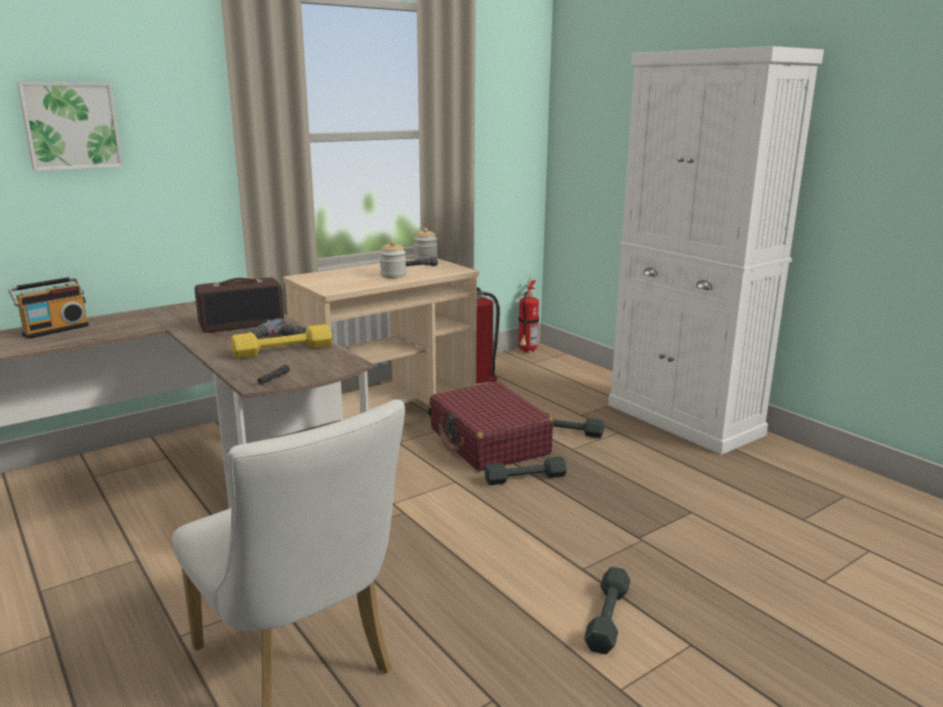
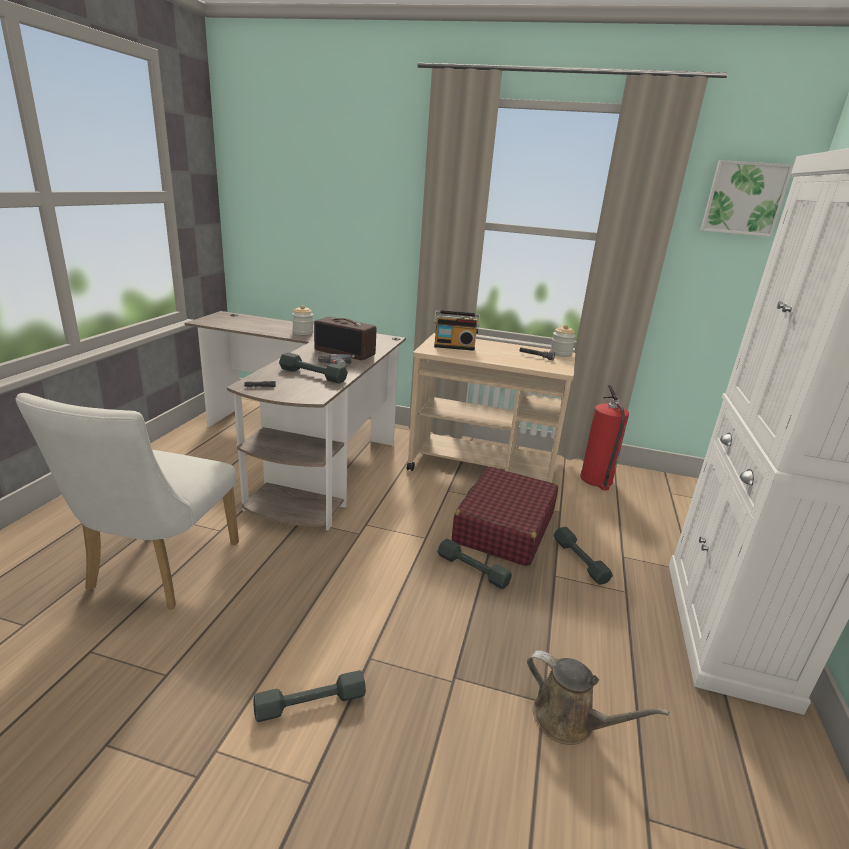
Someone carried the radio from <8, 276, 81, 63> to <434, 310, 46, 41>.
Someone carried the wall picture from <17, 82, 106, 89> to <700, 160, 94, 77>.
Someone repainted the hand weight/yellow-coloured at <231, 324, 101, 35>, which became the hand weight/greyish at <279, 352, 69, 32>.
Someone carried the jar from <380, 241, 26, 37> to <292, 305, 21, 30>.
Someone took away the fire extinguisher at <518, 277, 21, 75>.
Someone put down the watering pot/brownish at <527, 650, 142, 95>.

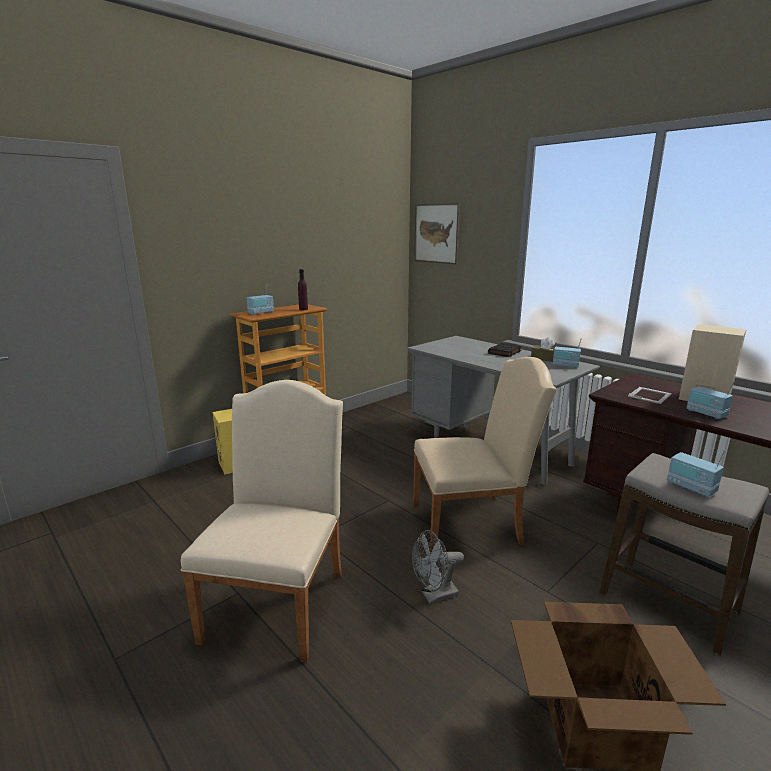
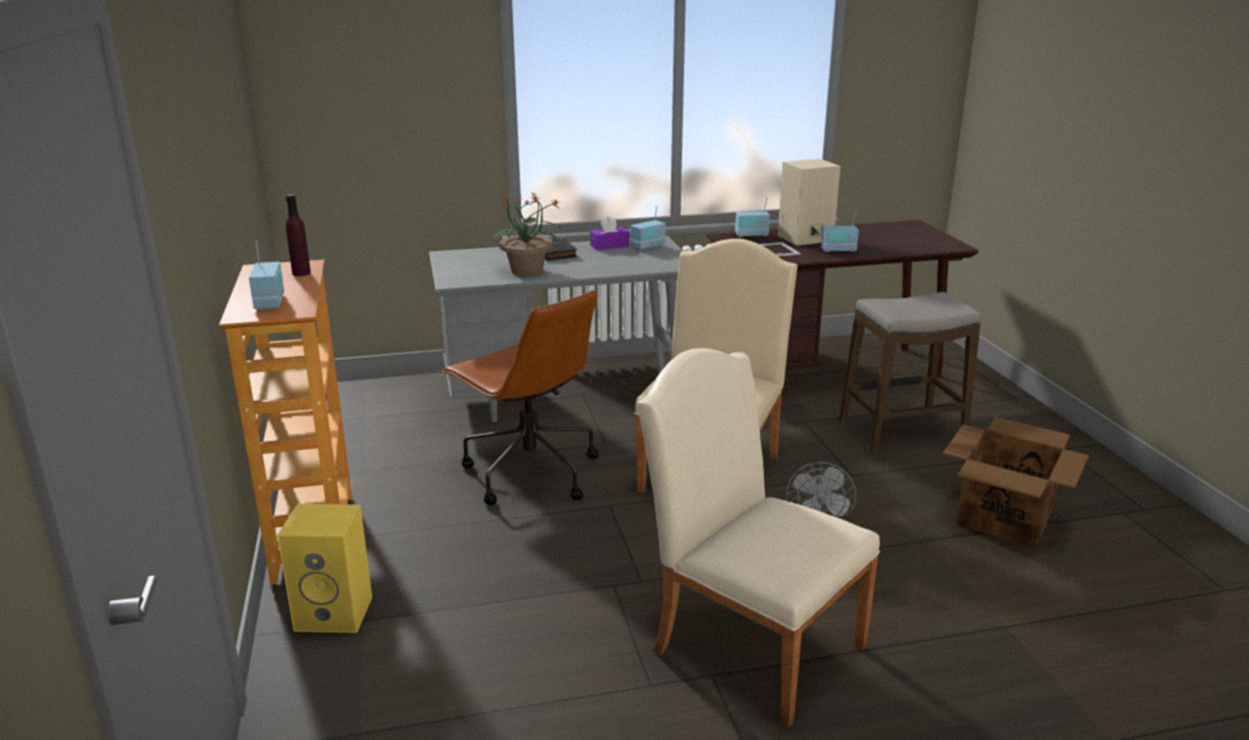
Someone took away the wall picture at <414, 203, 46, 62>.
Someone repainted the tissue holder/brownish at <531, 338, 24, 24>, which became the tissue holder/purple-coloured at <590, 216, 39, 34>.
Someone carried the radio from <667, 450, 59, 47> to <735, 198, 35, 39>.
Someone put down the desk chair/brownish at <442, 290, 157, 215>.
Someone put down the houseplant at <493, 192, 68, 84>.

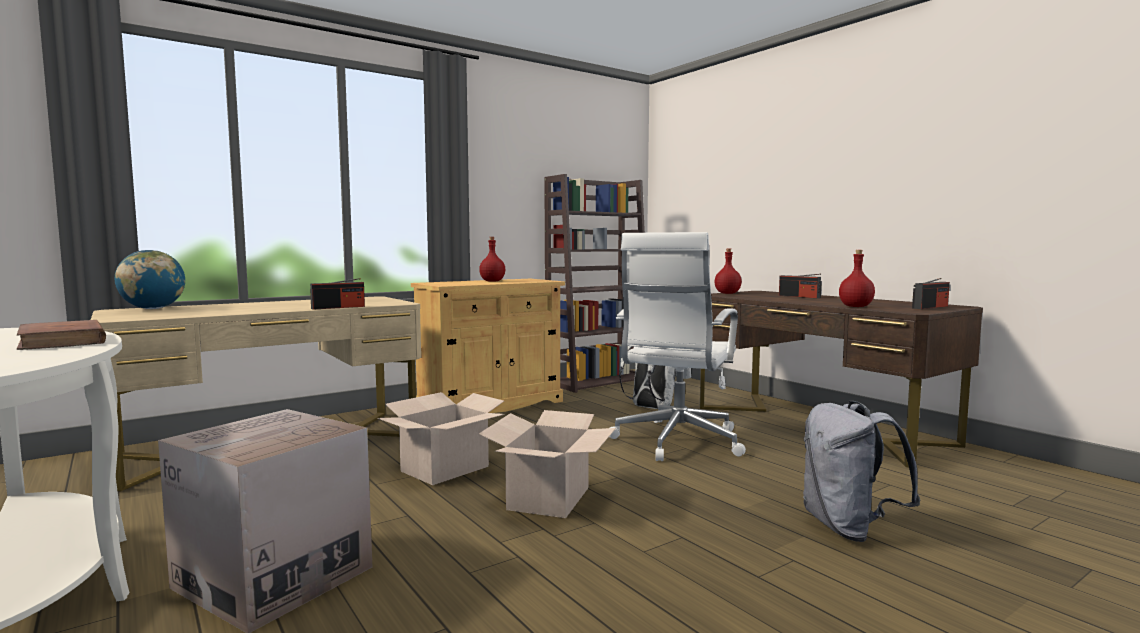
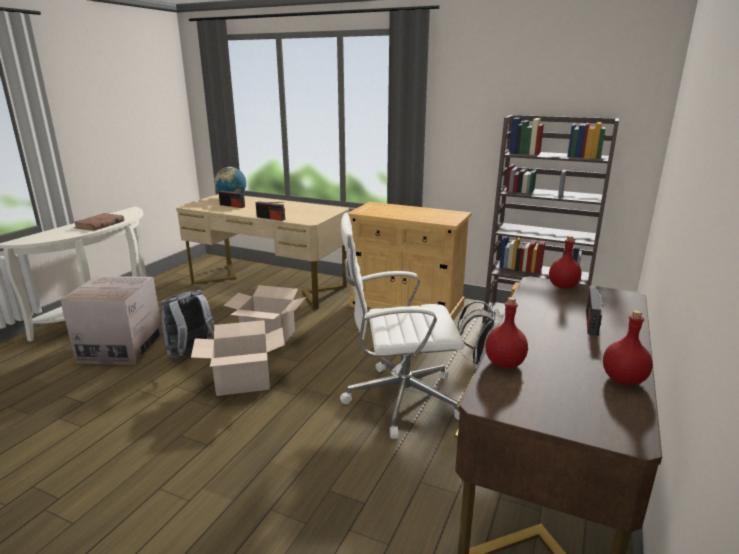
Someone carried the bottle/red-coloured from <479, 237, 26, 45> to <603, 310, 50, 75>.
Someone carried the knapsack/greyish from <803, 401, 118, 141> to <159, 290, 56, 69>.
Someone carried the radio from <912, 278, 38, 31> to <218, 190, 27, 18>.

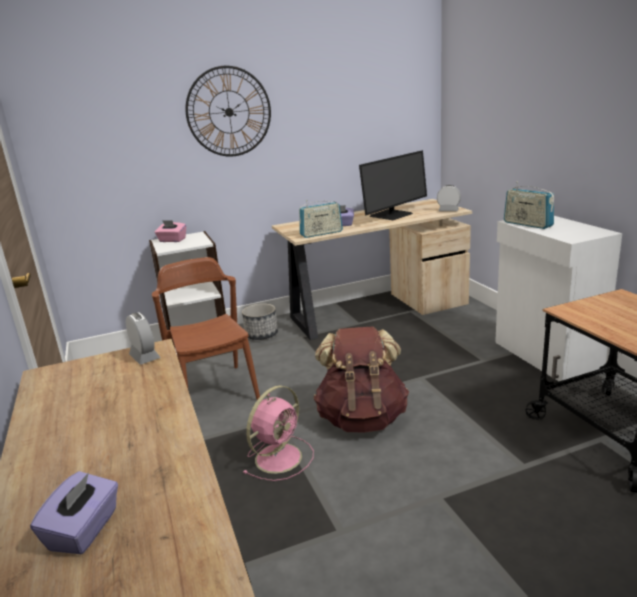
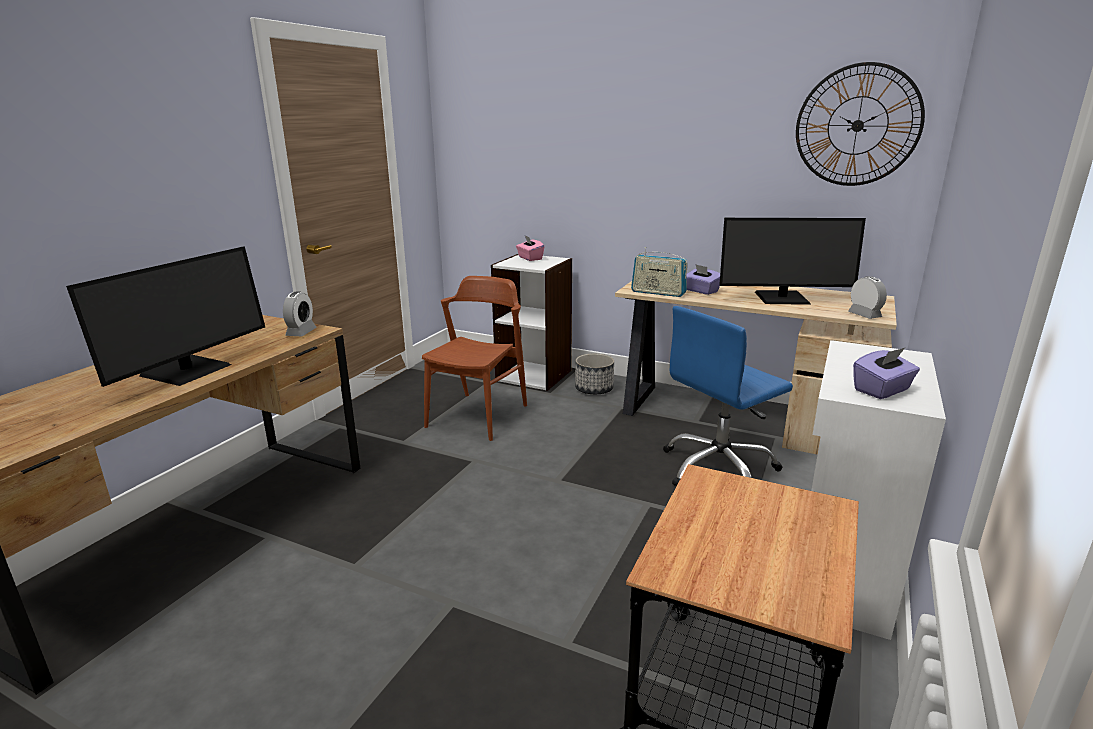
Someone carried the tissue holder/purple-coloured from <30, 471, 88, 83> to <853, 348, 67, 51>.
Someone carried the wall clock from <185, 66, 86, 91> to <796, 62, 129, 124>.
Someone took away the electric fan/pink-coloured at <243, 385, 71, 96>.
Someone took away the knapsack/brownish at <314, 326, 95, 106>.
Someone took away the radio at <504, 182, 50, 47>.
Someone put down the computer display at <66, 246, 199, 141>.
Someone put down the desk chair/blue-coloured at <663, 306, 130, 180>.

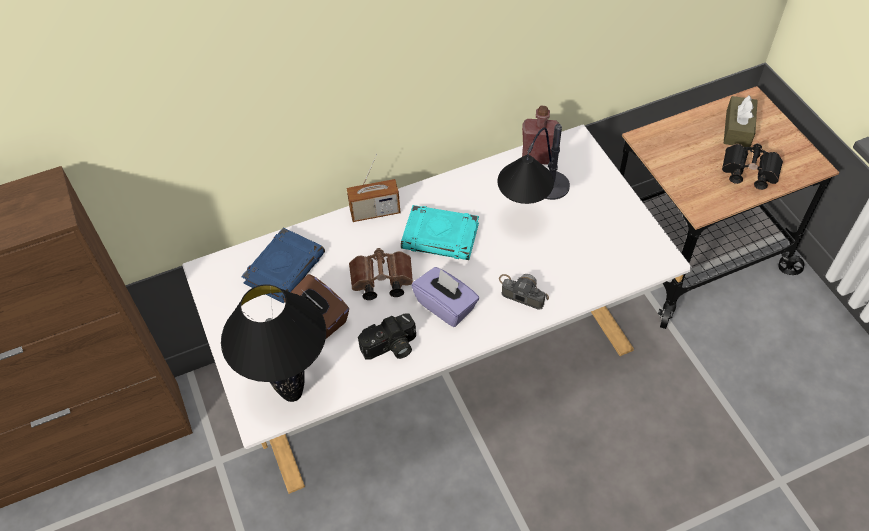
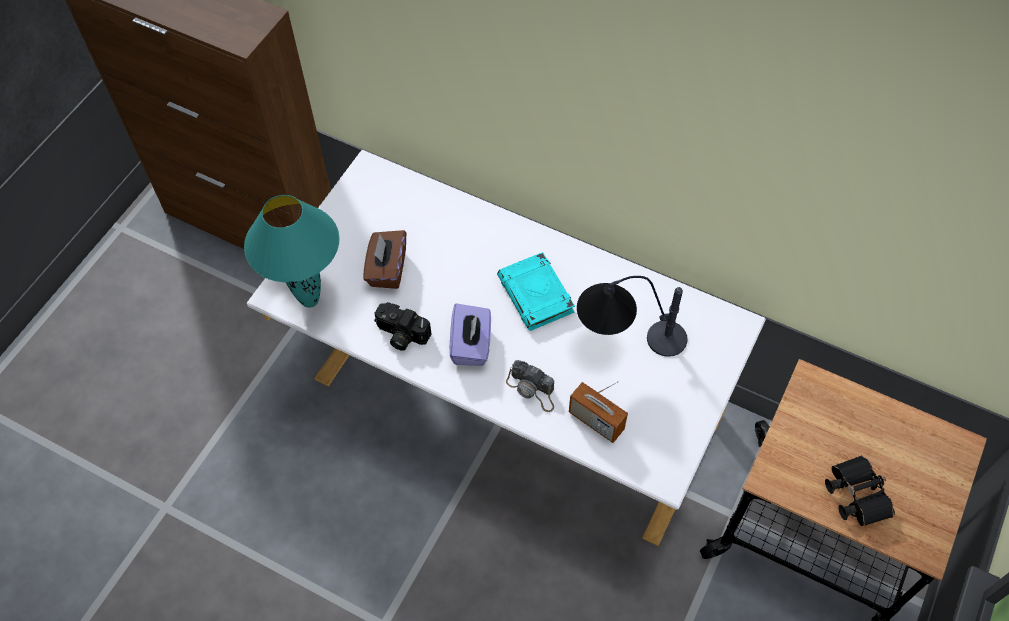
Someone repainted the table lamp/black at <221, 284, 105, 118>, which became the table lamp/turquoise at <244, 195, 95, 113>.
Someone took away the bound book/blue-coloured at <241, 228, 84, 75>.
Someone carried the radio from <346, 154, 55, 68> to <569, 381, 59, 62>.
Someone took away the pair of binoculars/brownish at <349, 248, 64, 52>.
Someone rotated the photo camera at <499, 274, 50, 36> by 135 degrees clockwise.
Someone took away the bottle/red-coloured at <522, 106, 37, 59>.
Someone took away the tissue holder/brownish at <723, 96, 35, 51>.

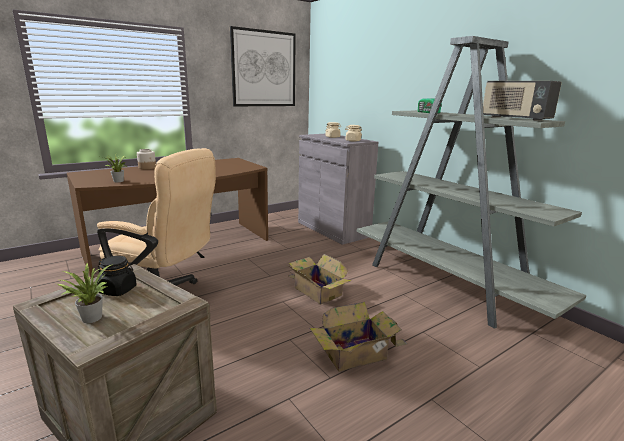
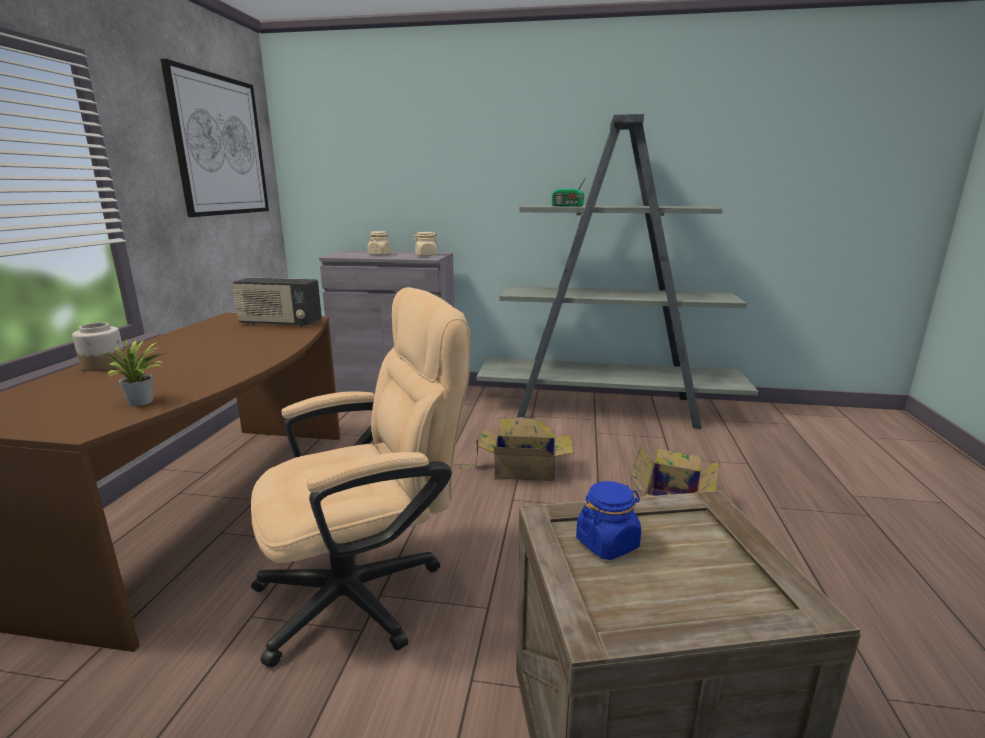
Someone took away the houseplant at <57, 263, 56, 60>.
Someone repainted the jar/black at <97, 256, 40, 40>, which became the jar/blue-coloured at <576, 481, 65, 79>.
Someone carried the radio from <483, 81, 79, 40> to <232, 278, 90, 49>.

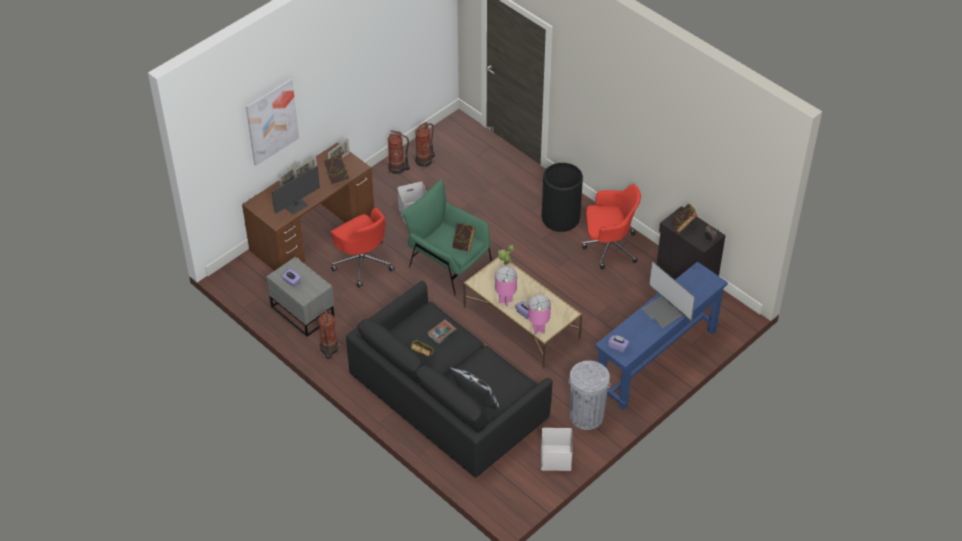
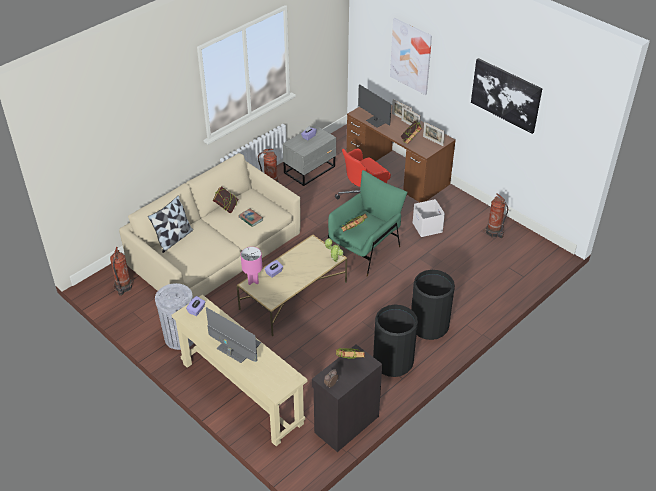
Someone repainted the settee/black at <346, 281, 207, 197>, which became the settee/beige at <119, 153, 181, 145>.
Someone carried the fire extinguisher from <388, 130, 22, 44> to <110, 247, 24, 49>.
Someone took away the table lamp/pink-coloured at <495, 267, 22, 40>.
Someone took away the storage bin/whitish at <541, 428, 32, 43>.
Someone swapped the desk chair/red-coloured at <582, 184, 59, 86> for the rubbish bin/black at <373, 305, 45, 72>.
Someone repainted the narrow table/blue-coloured at <595, 262, 133, 148>, which became the narrow table/beige at <172, 295, 135, 151>.
Someone rotated the computer display at <642, 261, 53, 67> by 75 degrees clockwise.
Someone put up the wall picture at <471, 58, 71, 76>.

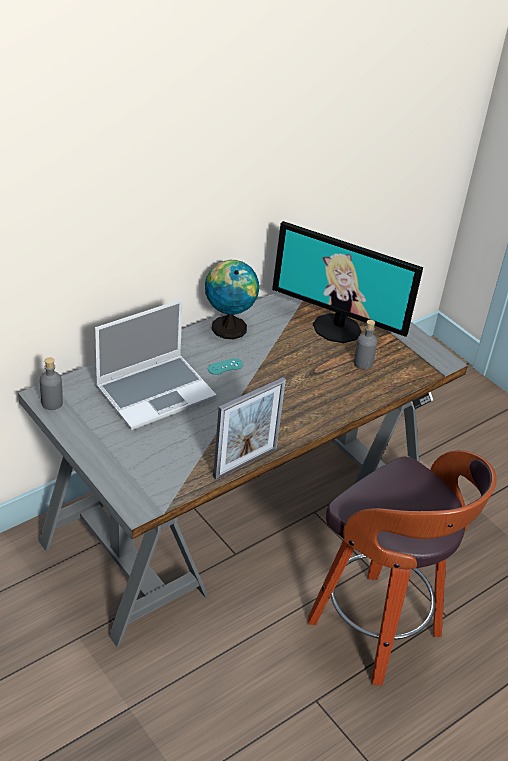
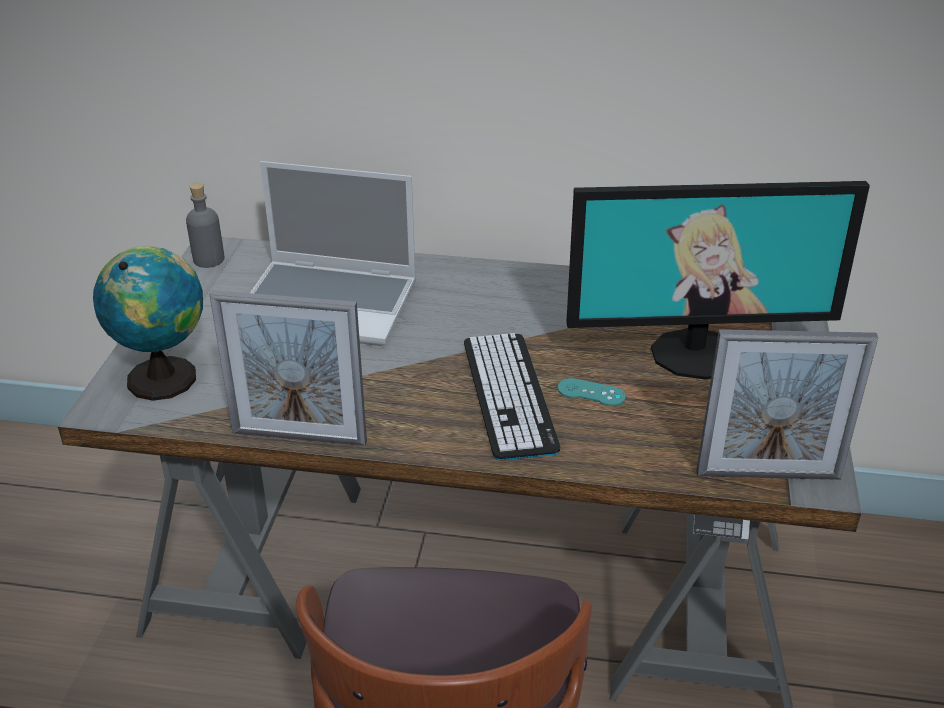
Someone carried the globe from <205, 260, 54, 79> to <93, 246, 110, 155>.
Someone carried the joypad/turquoise from <208, 358, 35, 17> to <558, 378, 68, 28>.
Someone rotated the computer display at <272, 221, 151, 122> by 75 degrees counterclockwise.
Someone took away the bottle/greyish at <354, 320, 23, 50>.
Someone put down the keyboard at <464, 333, 96, 127>.
Someone put down the standing frame at <696, 329, 182, 151>.

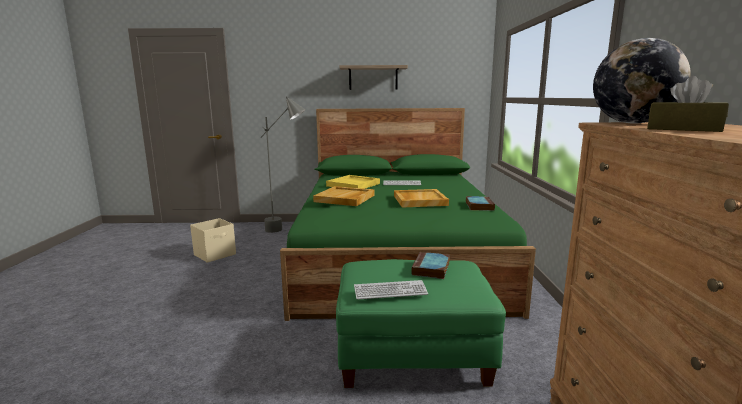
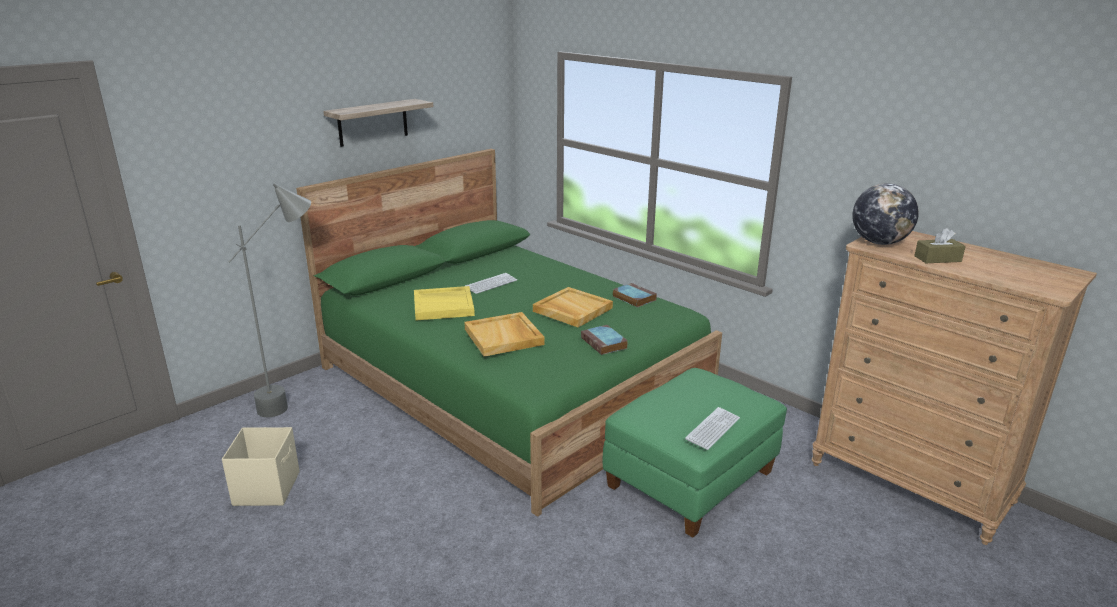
Someone carried the bound book from <411, 252, 39, 27> to <581, 325, 47, 30>.

